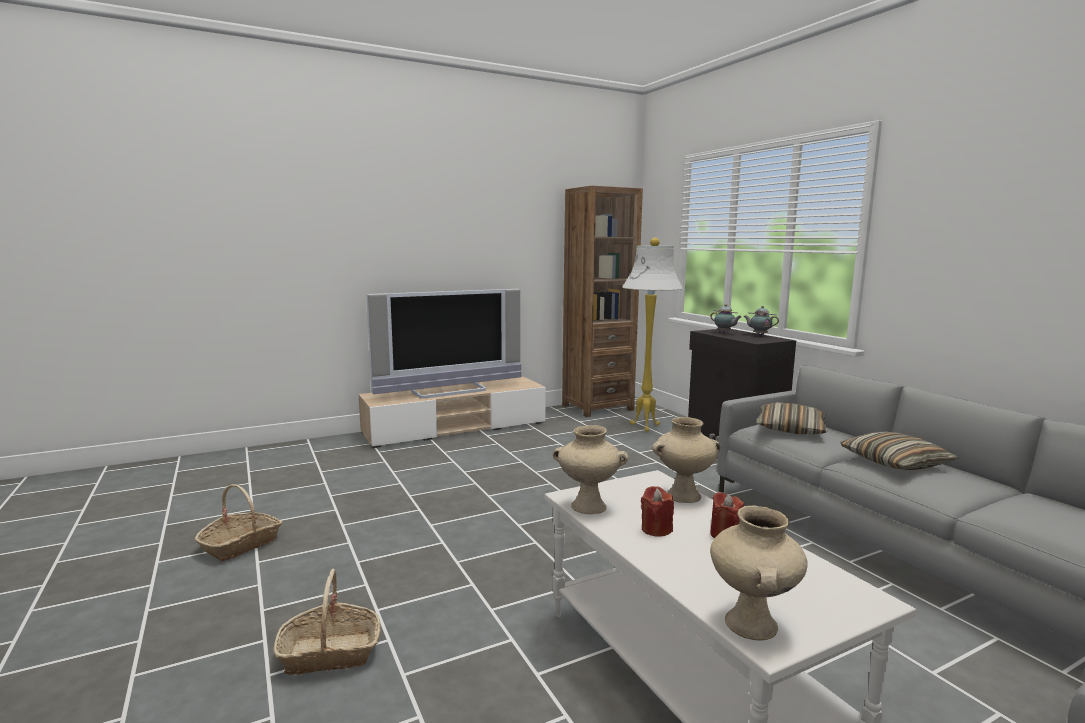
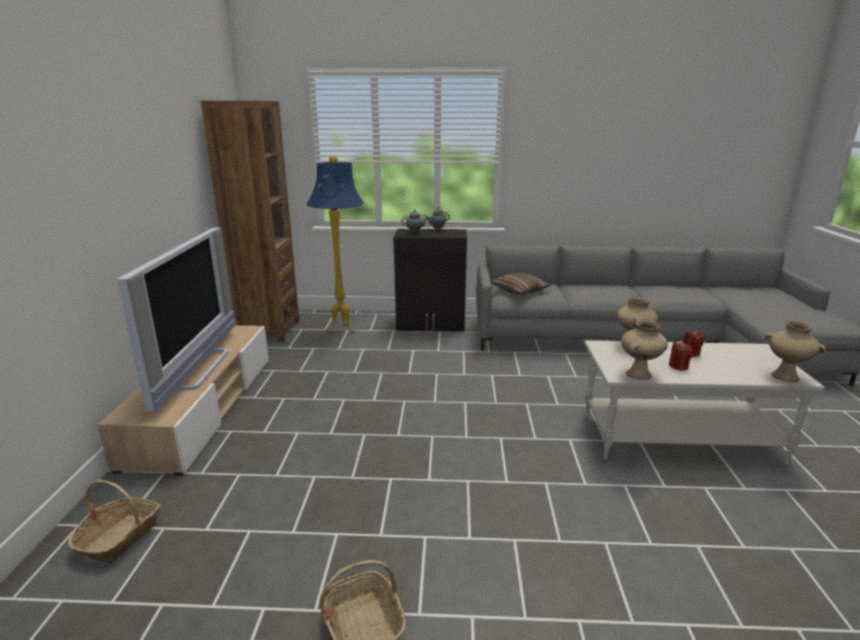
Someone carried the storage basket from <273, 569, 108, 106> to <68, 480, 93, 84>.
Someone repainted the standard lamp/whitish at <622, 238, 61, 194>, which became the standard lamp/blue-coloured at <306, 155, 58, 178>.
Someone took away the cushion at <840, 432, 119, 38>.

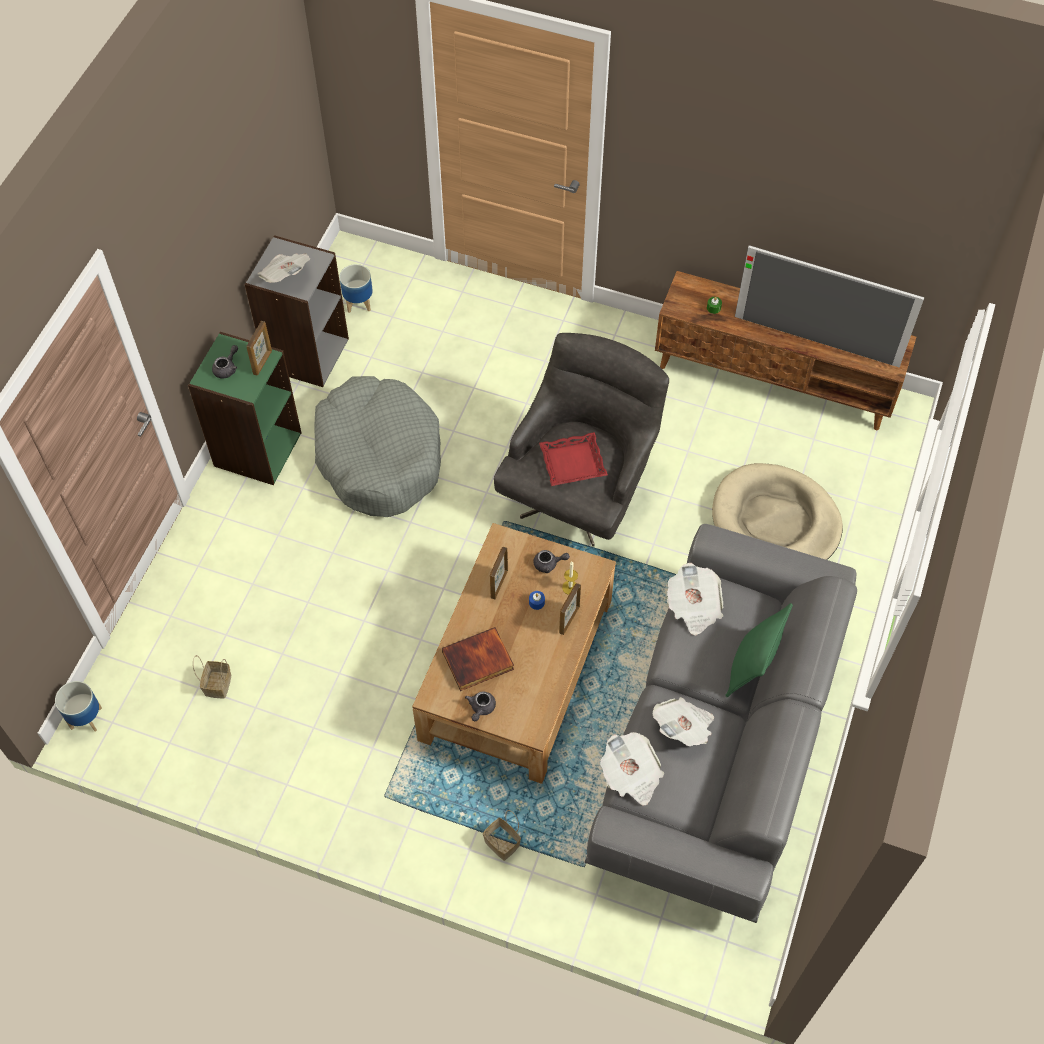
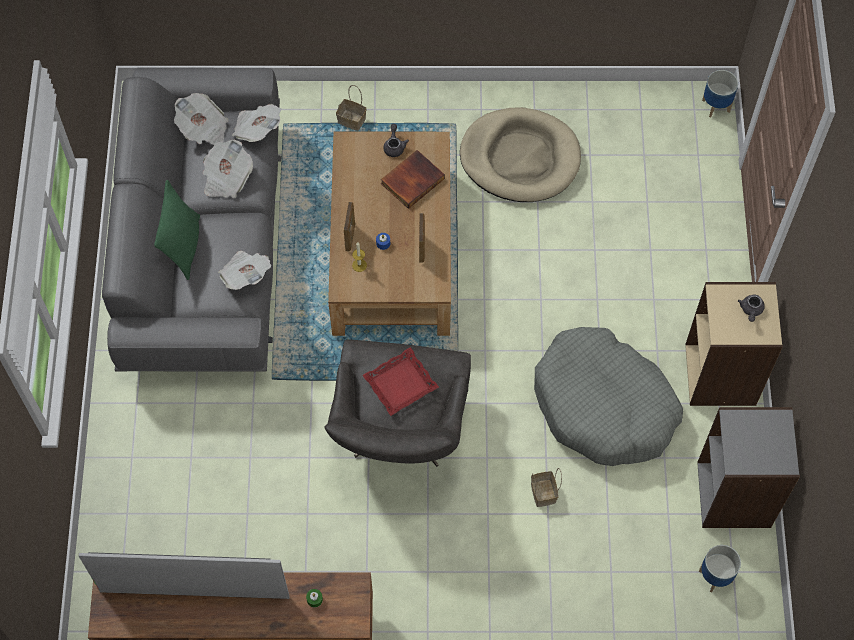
Someone repainted the bookshelf/green-coloured at <188, 332, 113, 153>, which became the bookshelf/beige at <685, 282, 98, 124>.
Someone carried the storage basket from <193, 655, 38, 44> to <531, 468, 31, 39>.
Someone took away the standing frame at <246, 321, 26, 55>.
Someone carried the daily paper from <258, 253, 52, 30> to <174, 93, 54, 52>.
Someone took away the tea pot/greyish at <533, 550, 37, 23>.
Someone carried the pet bed/beige from <712, 463, 131, 97> to <460, 107, 121, 95>.

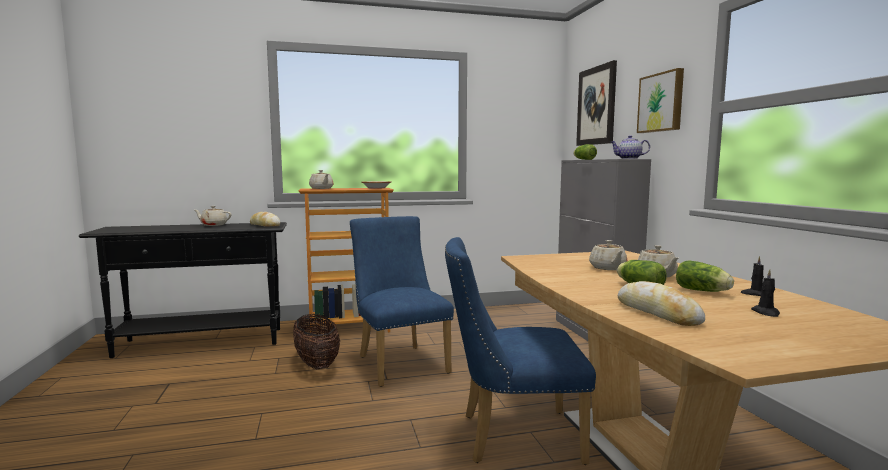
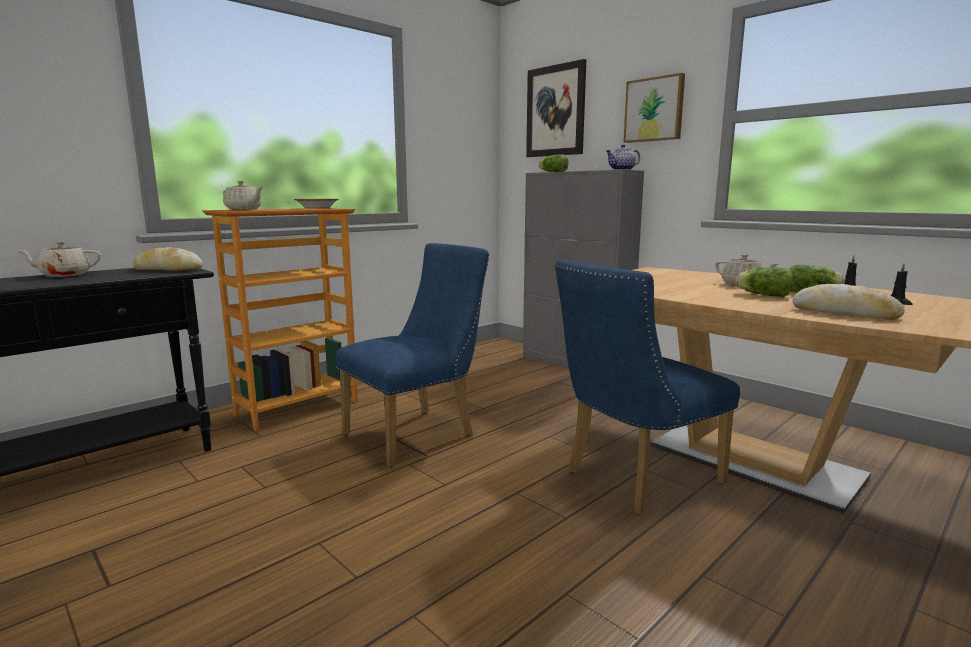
Someone took away the storage basket at <293, 314, 47, 56>.
Someone rotated the chair/blue-coloured at <350, 216, 104, 171> by 105 degrees clockwise.
Someone took away the tea pot/beige at <589, 240, 38, 30>.

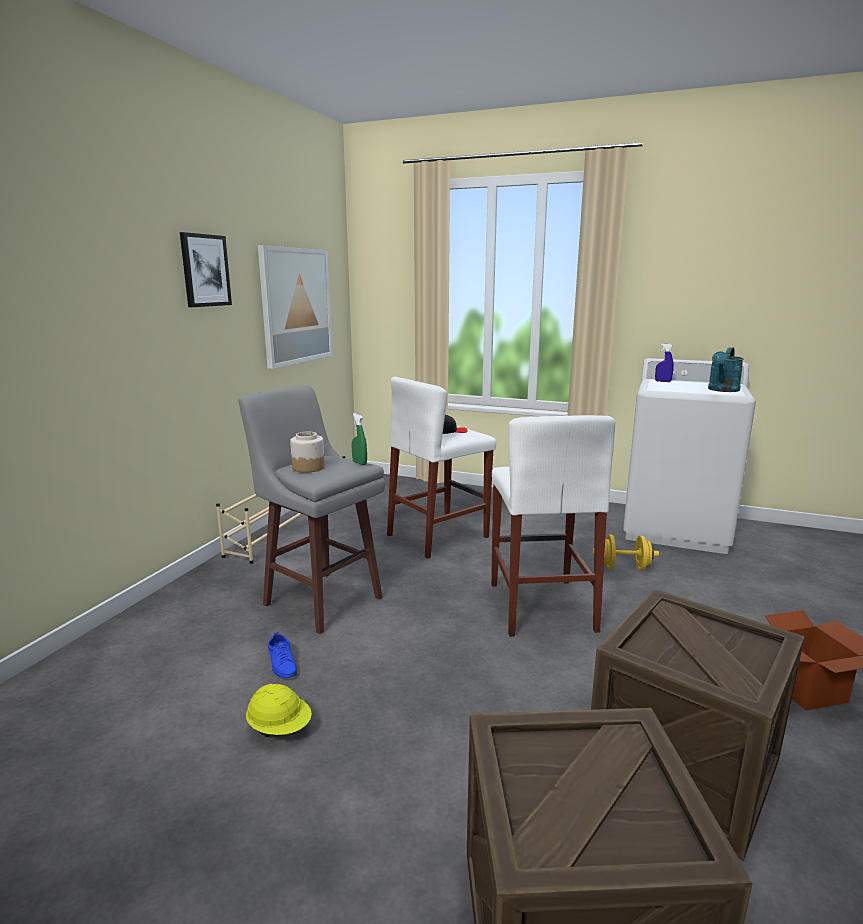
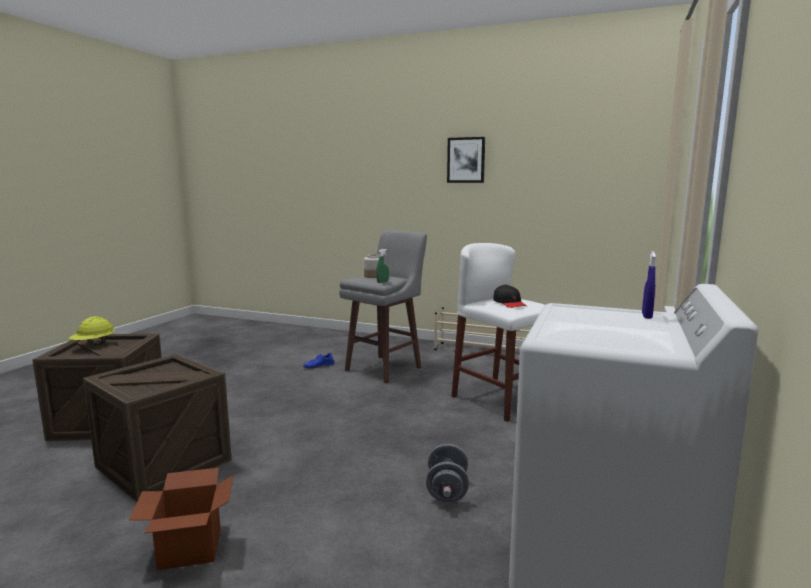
Someone carried the hard hat/yellow-coloured from <246, 684, 66, 53> to <69, 316, 46, 29>.
Someone took away the wall picture at <258, 245, 74, 124>.
Someone took away the sitting stool/whitish at <491, 415, 124, 222>.
Someone repainted the hand weight/yellow-coloured at <593, 535, 66, 36>, which became the hand weight/greyish at <426, 444, 43, 59>.
Someone took away the watering pot/turquoise at <708, 347, 36, 45>.

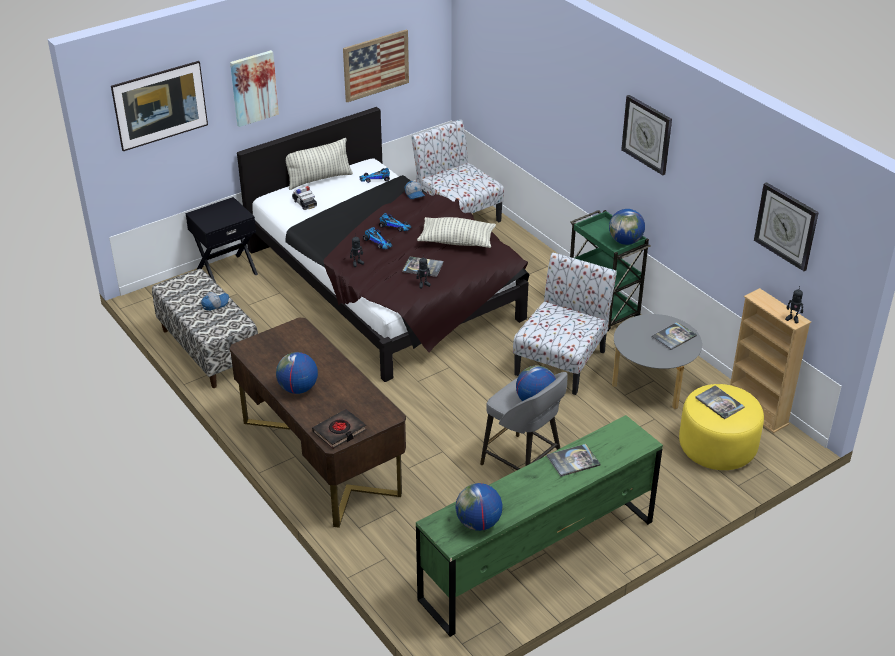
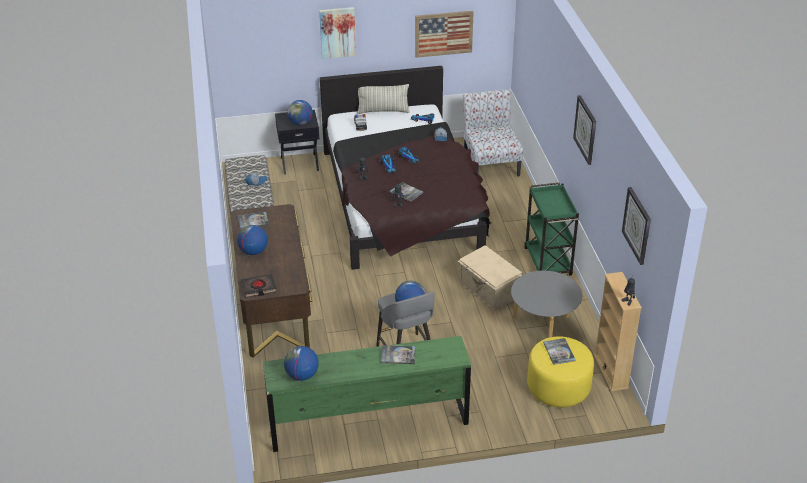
Someone took away the wall picture at <111, 61, 97, 90>.
Someone took away the cushion at <417, 217, 79, 31>.
Someone swapped the chair at <513, 253, 104, 142> for the storage bin/beige at <458, 245, 64, 66>.
Someone carried the globe from <609, 209, 36, 36> to <287, 100, 26, 26>.
Someone carried the bound book from <651, 322, 46, 28> to <238, 212, 32, 17>.

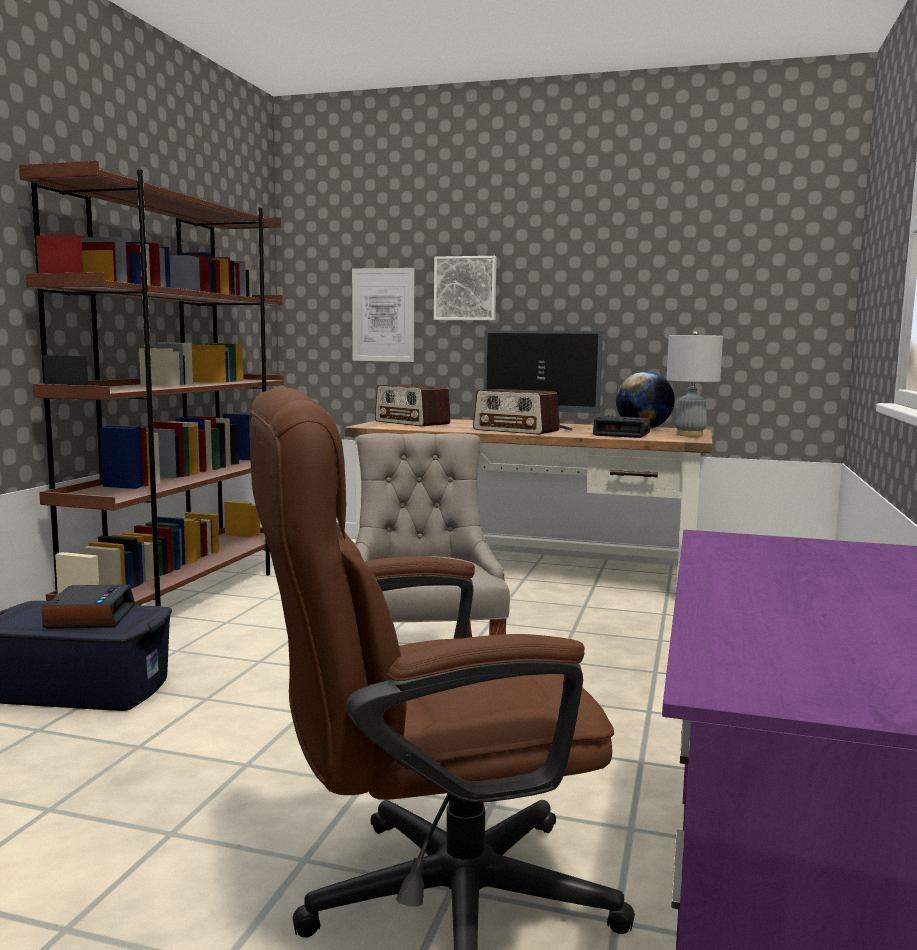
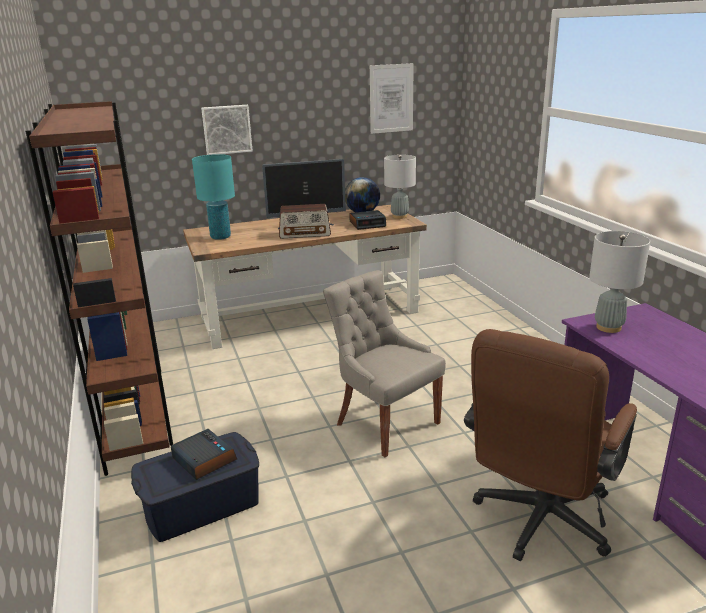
Someone carried the wall picture from <352, 268, 63, 94> to <370, 63, 44, 71>.
Someone swapped the radio at <375, 384, 76, 42> for the table lamp/turquoise at <192, 154, 43, 86>.
Someone put down the table lamp/greyish at <589, 231, 61, 102>.

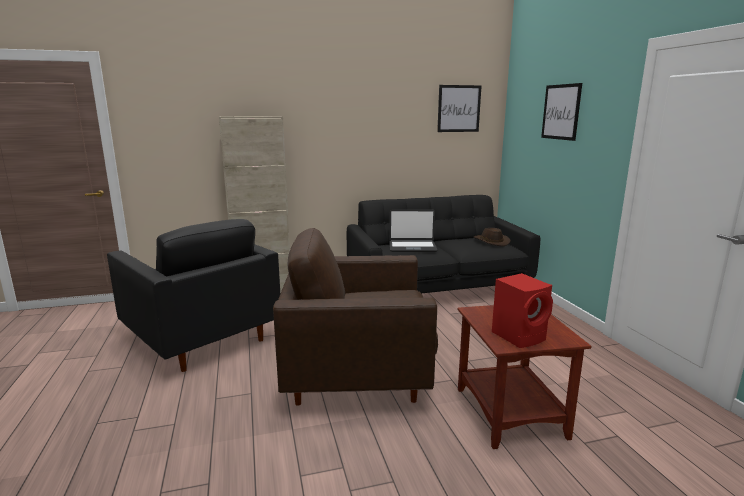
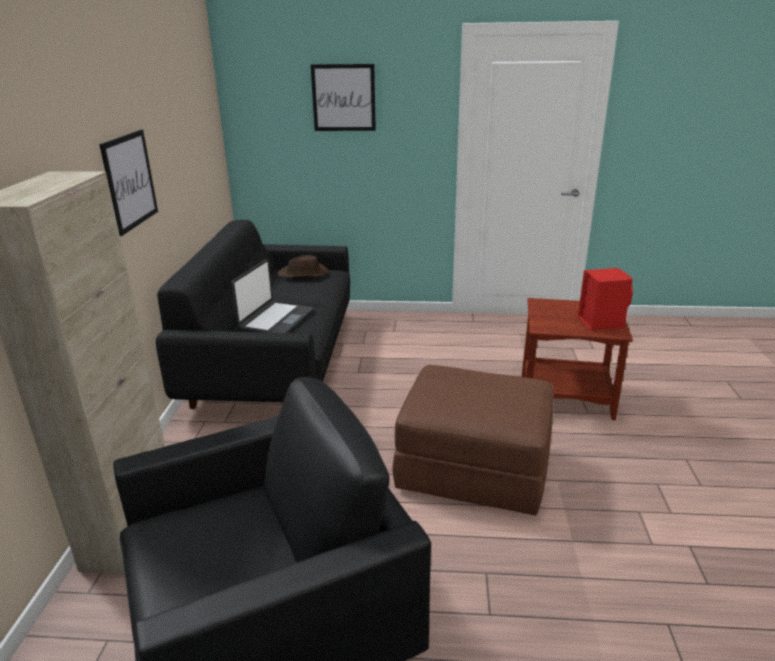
Someone swapped the lounge chair/brownish at <273, 228, 165, 178> for the ottoman/brownish at <392, 365, 162, 150>.
Someone carried the wall picture from <437, 85, 45, 47> to <99, 130, 59, 106>.

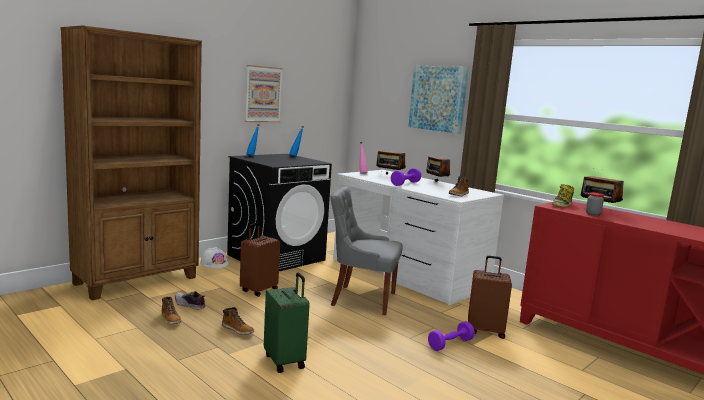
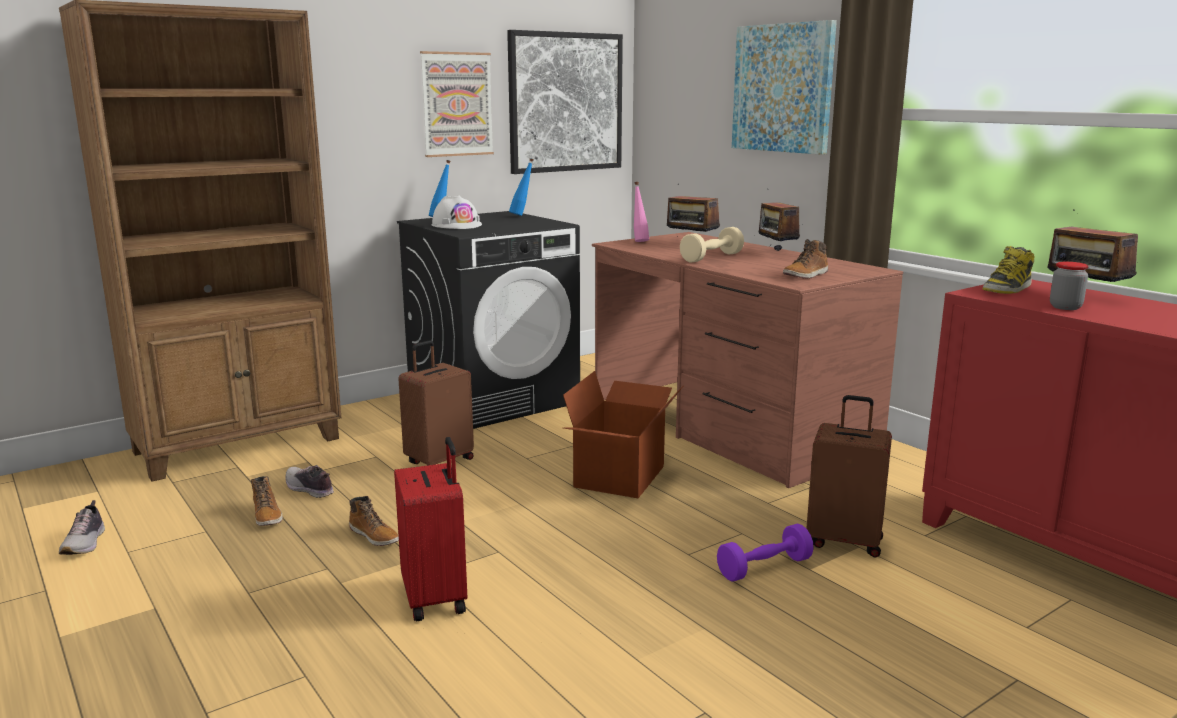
Someone carried the hard hat/whitish from <200, 247, 29, 21> to <432, 195, 50, 34>.
Someone repainted the suitcase/green-coloured at <264, 273, 46, 100>, which became the suitcase/red-coloured at <394, 437, 74, 184>.
Someone swapped the chair/greyish at <330, 186, 73, 129> for the cardboard box at <563, 371, 121, 127>.
Someone repainted the desk table/whitish at <333, 170, 171, 135>, which became the desk table/brownish at <592, 232, 311, 256>.
Someone repainted the hand weight/purple-coloured at <391, 168, 30, 18>, which became the hand weight/beige at <680, 227, 64, 36>.
Someone put down the low shoe at <59, 500, 46, 55>.
Someone put up the wall picture at <507, 30, 116, 144>.

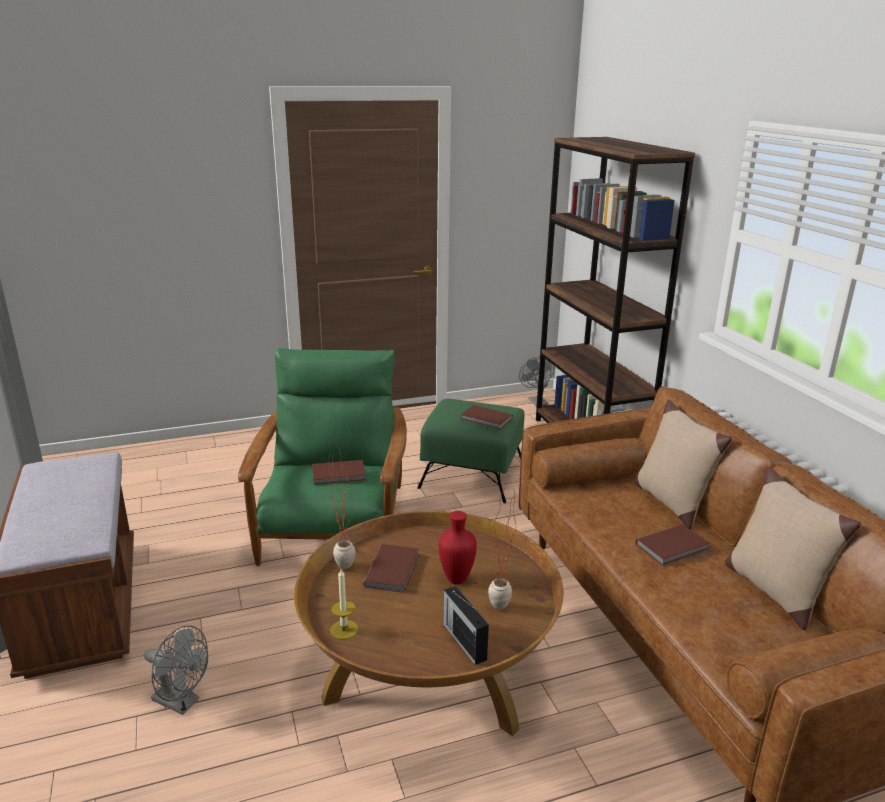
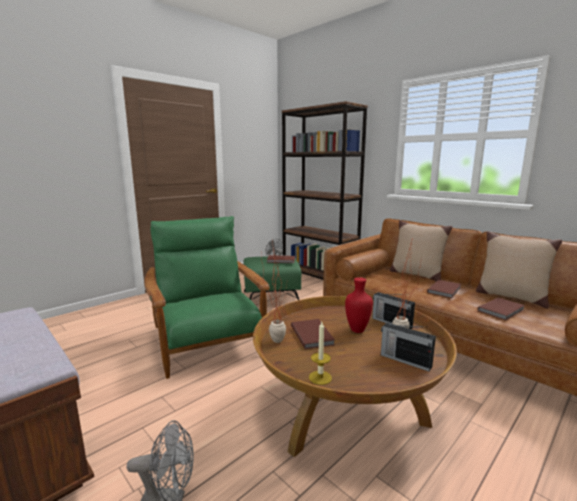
Someone carried the bound book/brownish from <312, 460, 54, 25> to <477, 298, 48, 22>.
Someone put down the radio at <372, 292, 43, 37>.

